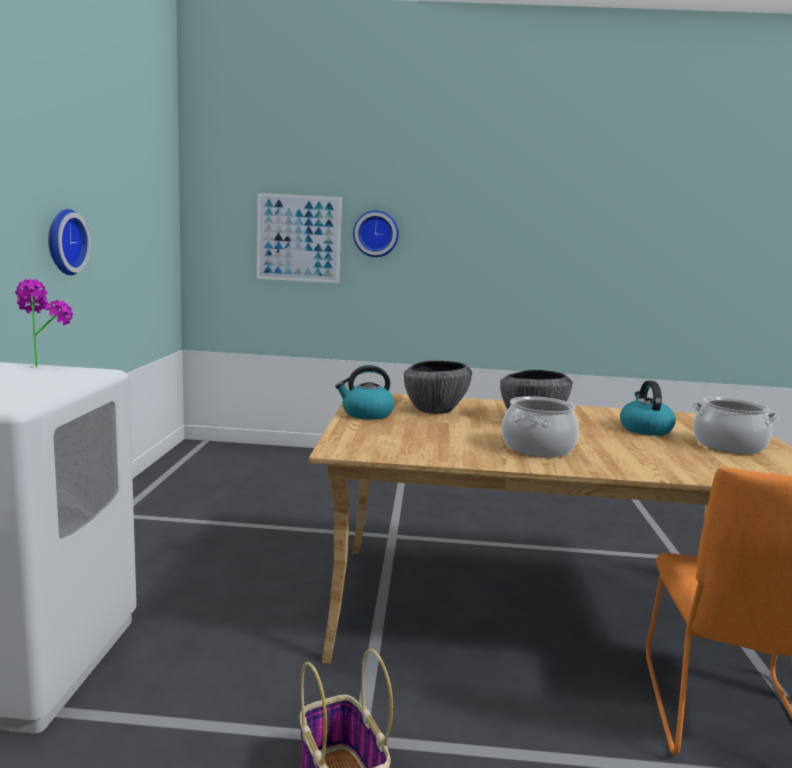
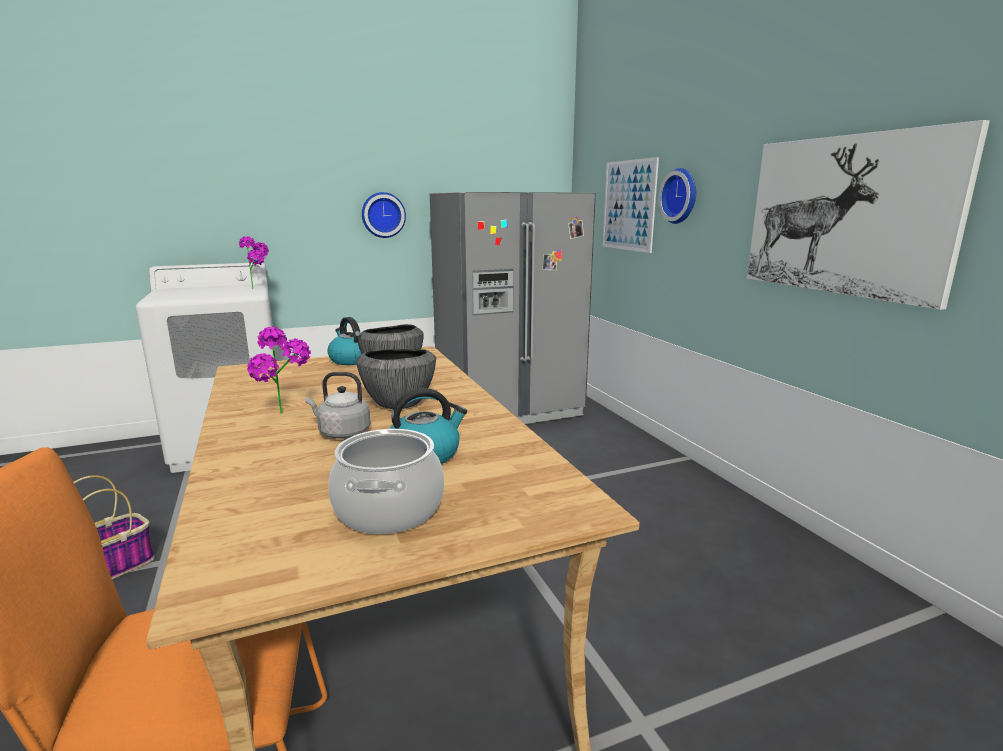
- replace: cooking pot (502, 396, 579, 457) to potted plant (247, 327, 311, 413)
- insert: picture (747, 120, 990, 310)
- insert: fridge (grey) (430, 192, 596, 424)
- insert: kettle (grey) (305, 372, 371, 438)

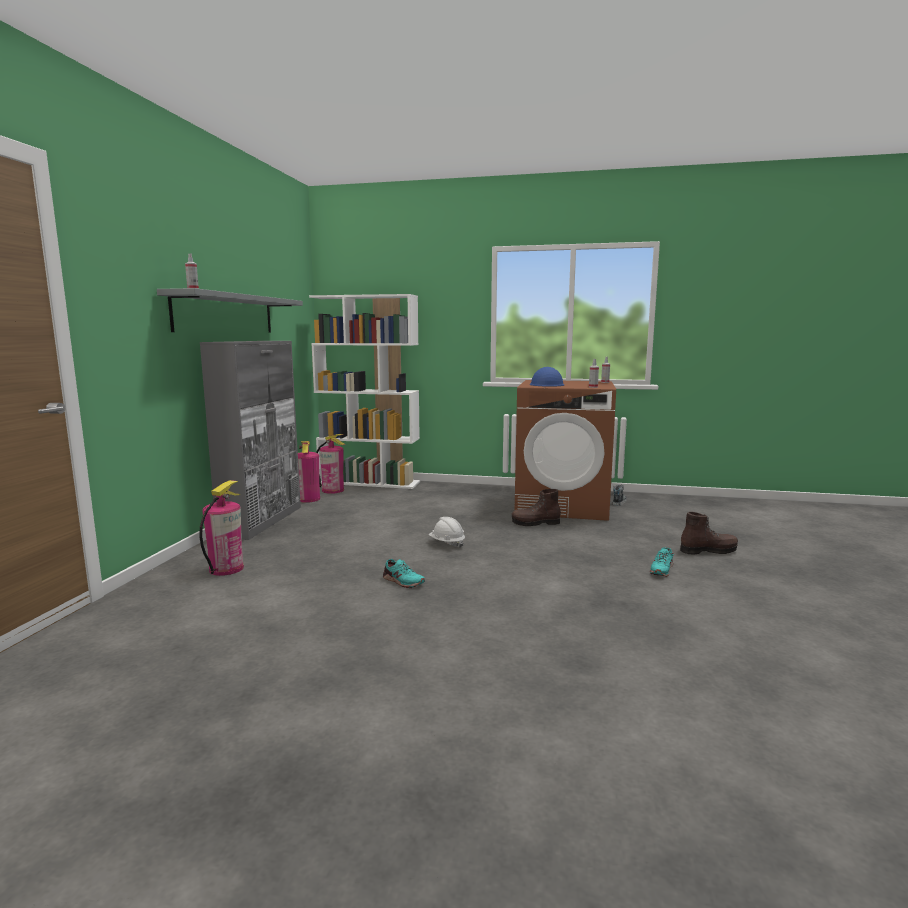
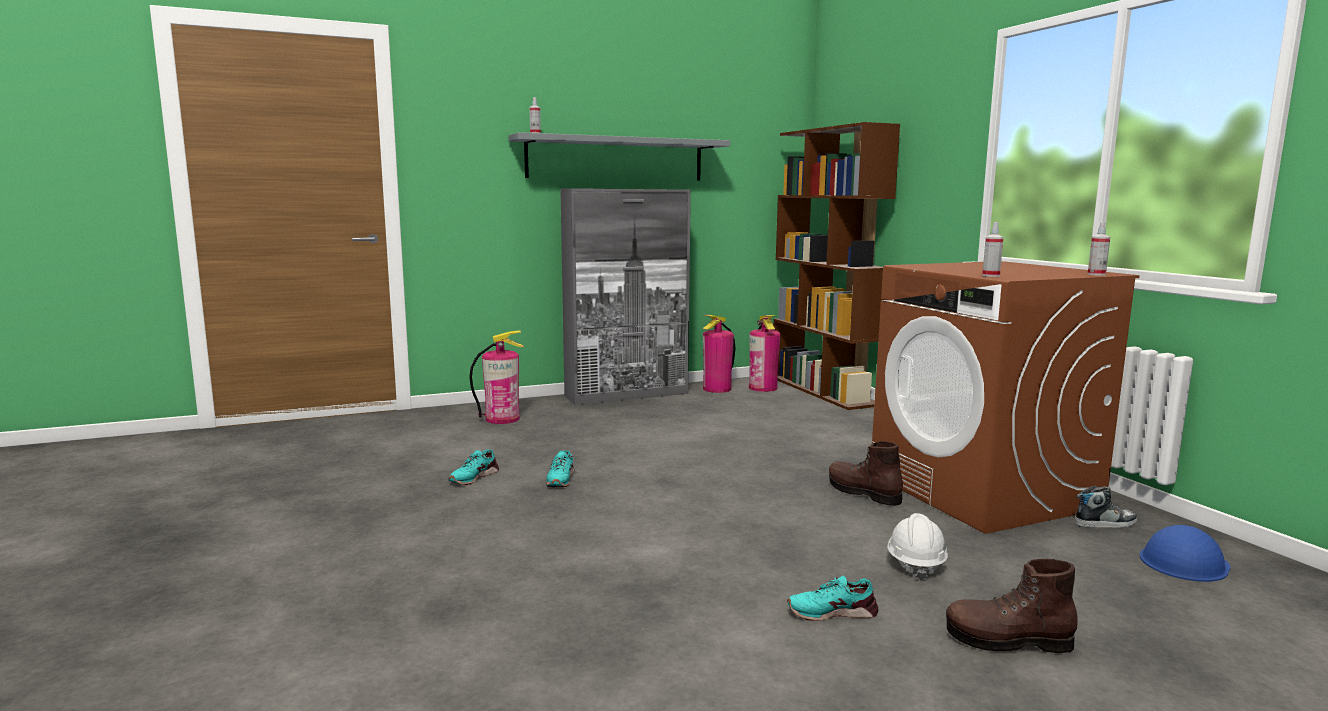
- recolor: bookcase (white) (309, 294, 420, 489) to bookcase (brown) (773, 122, 900, 410)
- move: hard hat (blue) (530, 367, 565, 387) to (1140, 525, 1230, 582)
- rotate: boot (brown) (680, 512, 738, 554) = (946, 559, 1078, 653) 135 degrees clockwise
- move: hard hat (white) (429, 517, 465, 548) to (887, 513, 948, 580)
- insert: shoe (turquoise) (448, 449, 499, 485)

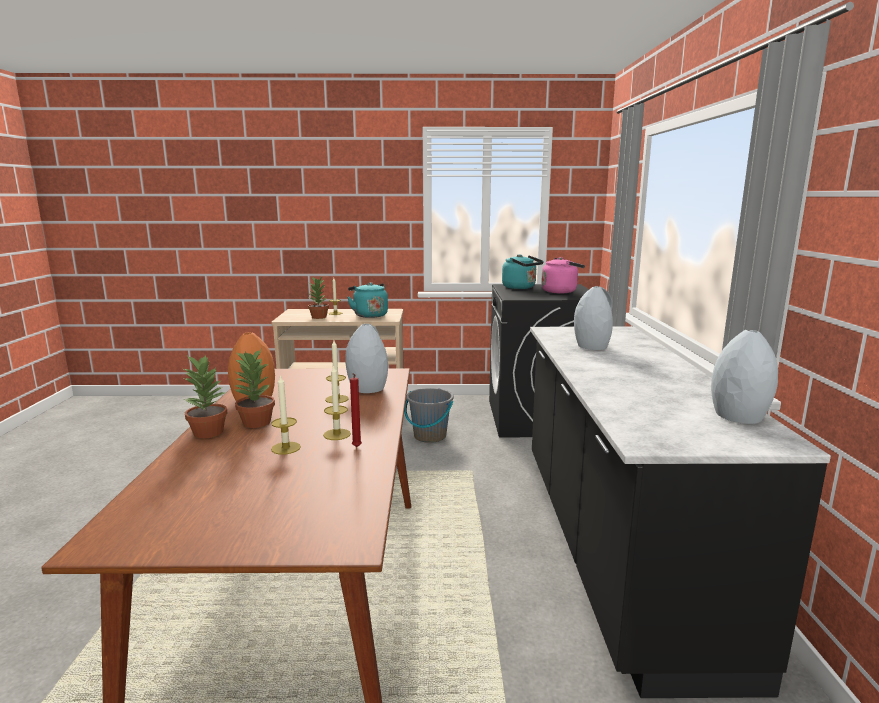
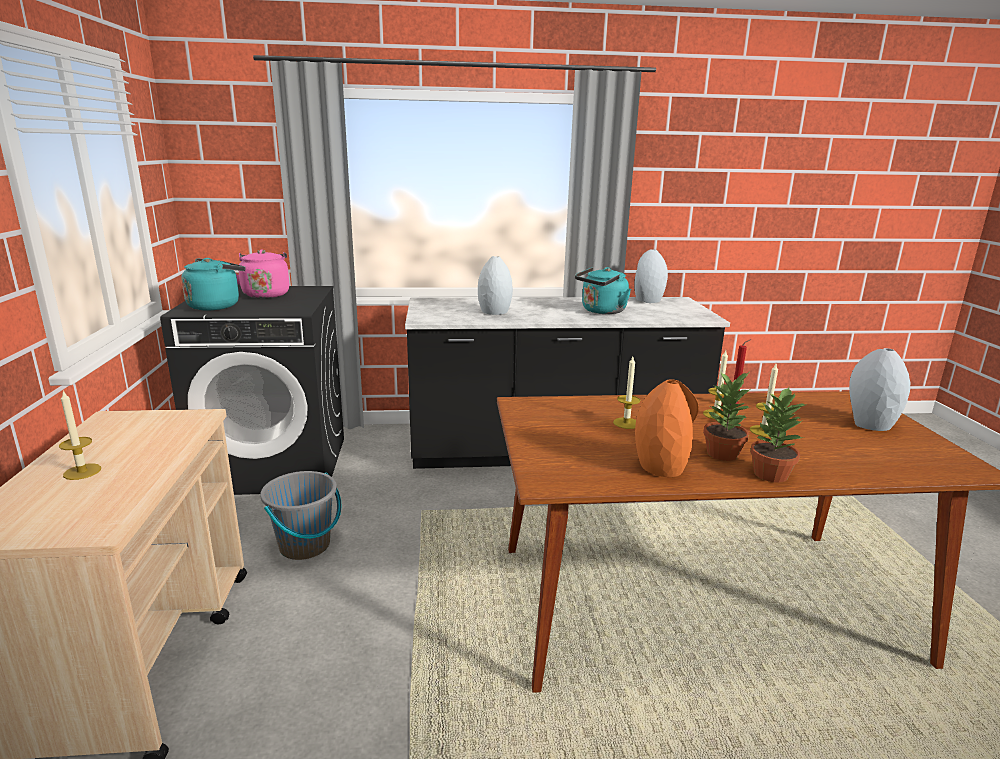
- delete: potted plant (307, 276, 329, 319)
- move: kettle (turquoise) (347, 283, 388, 318) to (575, 267, 631, 314)
- move: vase (grey) (345, 324, 388, 393) to (849, 348, 910, 431)

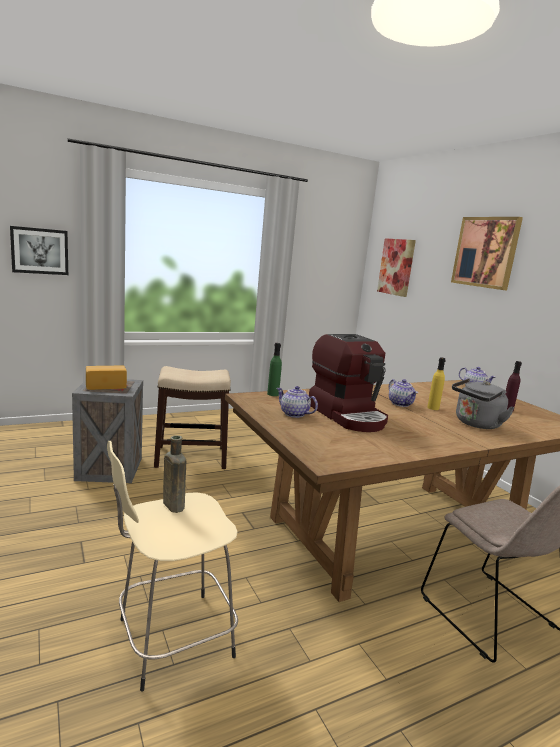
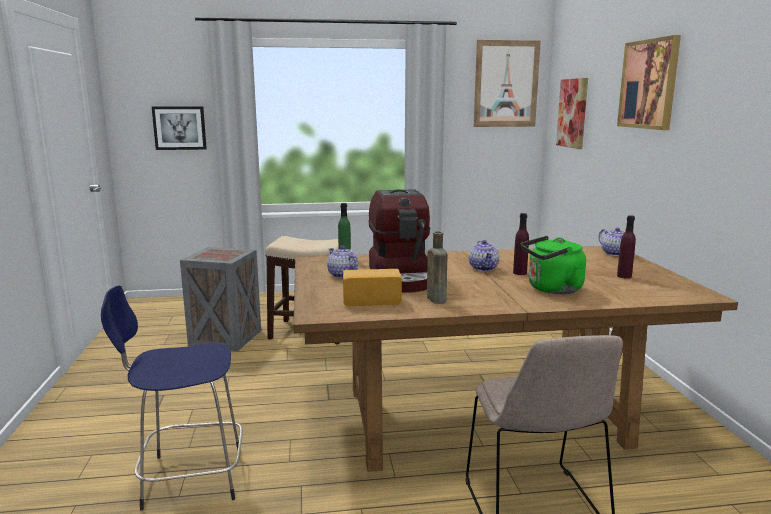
- recolor: bottle (yellow) (427, 358, 446, 410) to bottle (purple) (513, 213, 529, 275)
- move: bread (86, 366, 127, 390) to (343, 269, 402, 306)
- recolor: kettle (grey) (452, 378, 515, 429) to kettle (green) (521, 236, 586, 294)
- move: bottle (brown) (163, 435, 186, 513) to (427, 231, 447, 304)
- recolor: stool (beige) (107, 441, 238, 692) to stool (blue) (101, 285, 243, 511)
- insert: picture (474, 40, 541, 127)

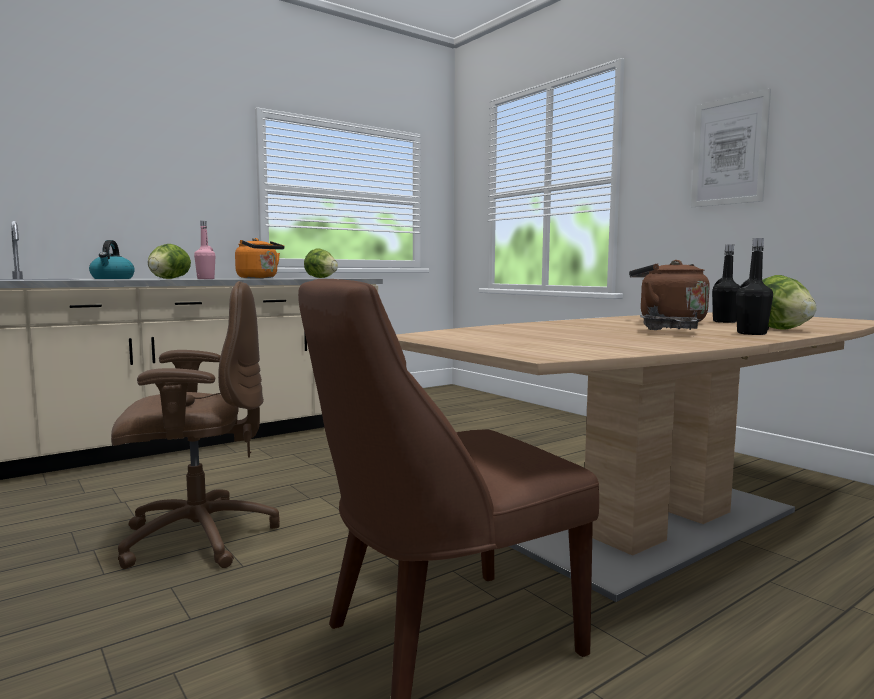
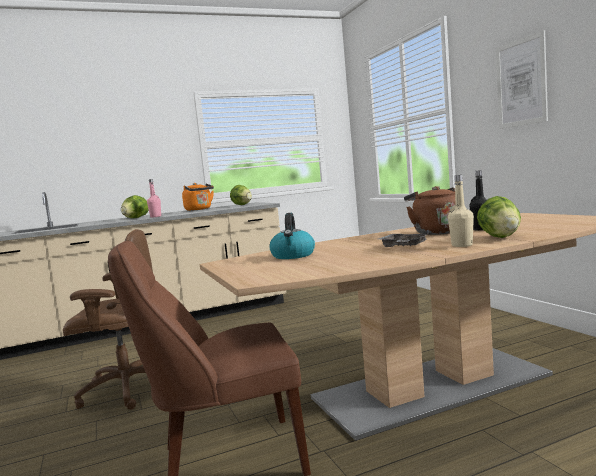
- recolor: bottle (black) (736, 238, 773, 335) to bottle (beige) (448, 175, 474, 247)
- move: kettle (89, 240, 135, 279) to (269, 213, 315, 259)

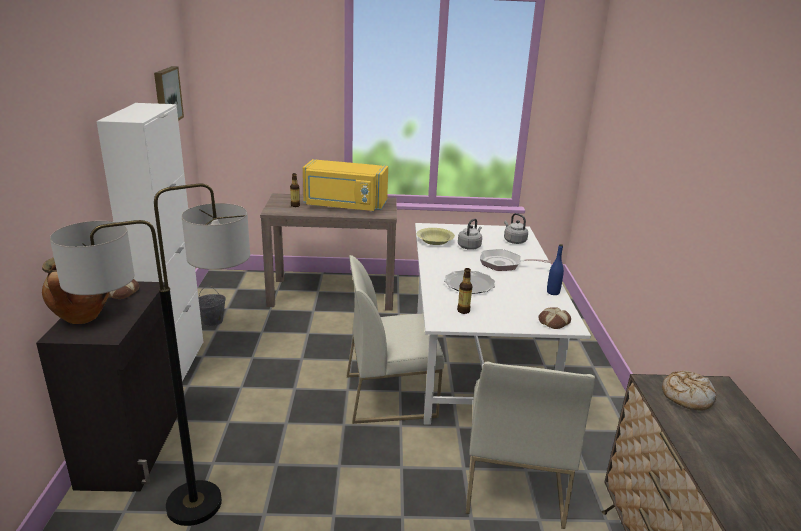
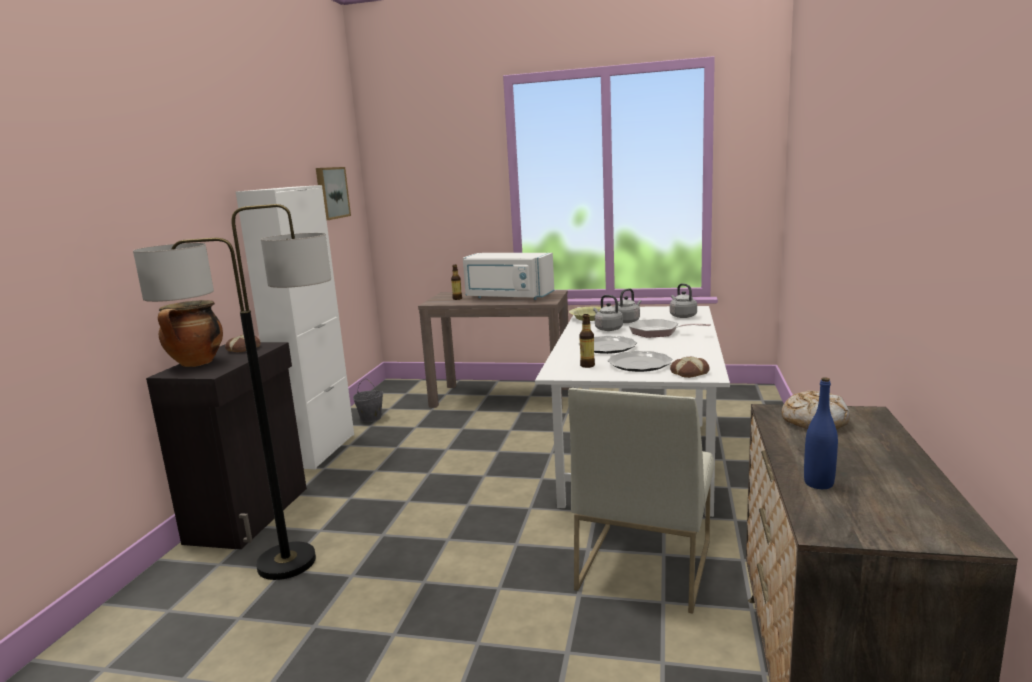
- recolor: microwave (yellow) (303, 159, 388, 211) to microwave (white) (463, 253, 554, 300)
- move: bottle (blue) (547, 244, 564, 295) to (804, 377, 838, 489)
- delete: chair (white) (347, 255, 444, 424)
- insert: kettle (grey) (593, 295, 623, 331)
- insert: plate (607, 351, 672, 372)

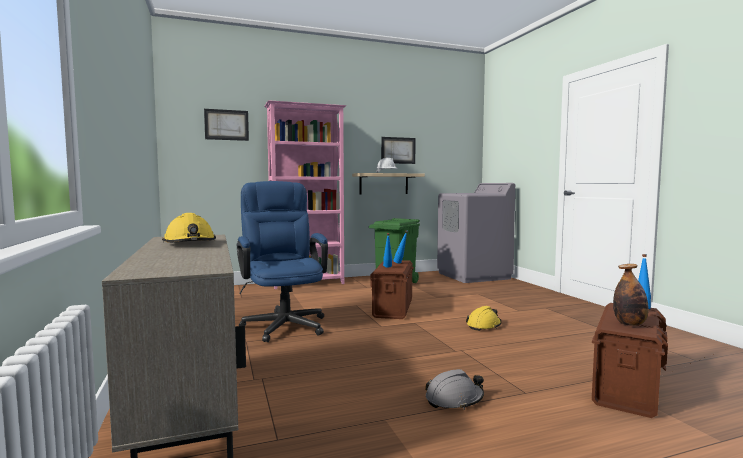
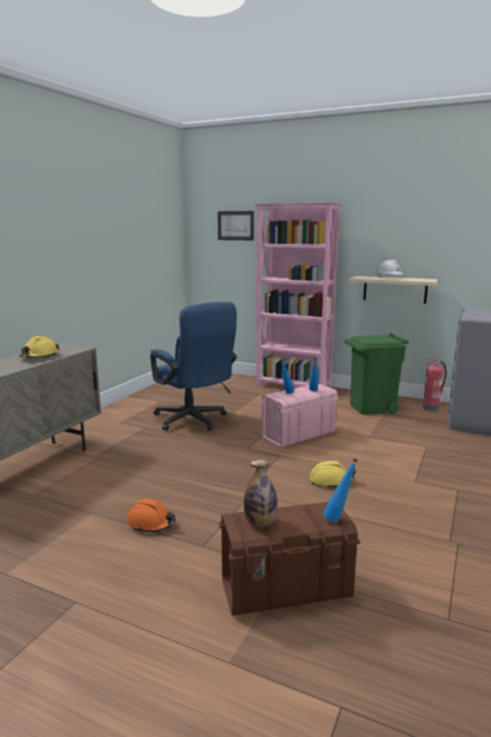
- delete: picture (381, 137, 415, 164)
- rotate: office chair (blue) (237, 181, 328, 342) = (150, 302, 237, 431) 120 degrees clockwise
- recolor: storage box (brown) (370, 260, 414, 319) to storage box (pink) (260, 384, 339, 448)
- recolor: hard hat (grey) (425, 369, 484, 410) to hard hat (orange) (127, 499, 175, 532)
- insert: fire extinguisher (423, 359, 446, 411)

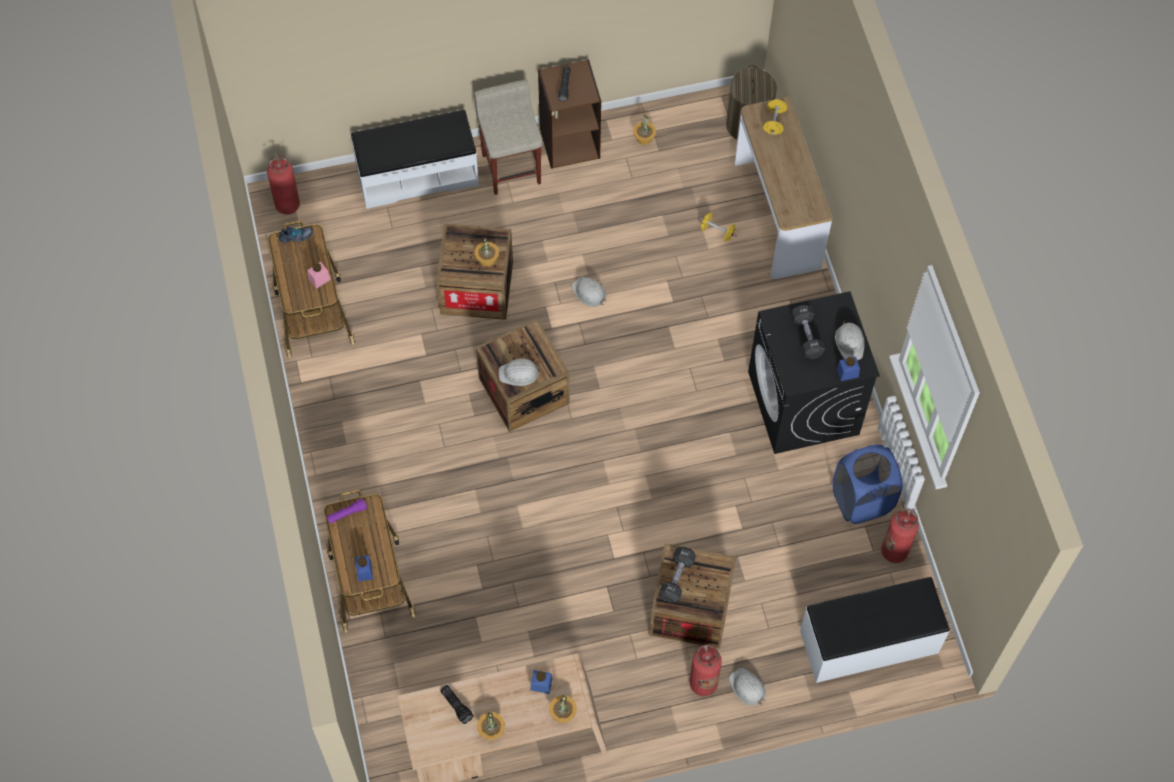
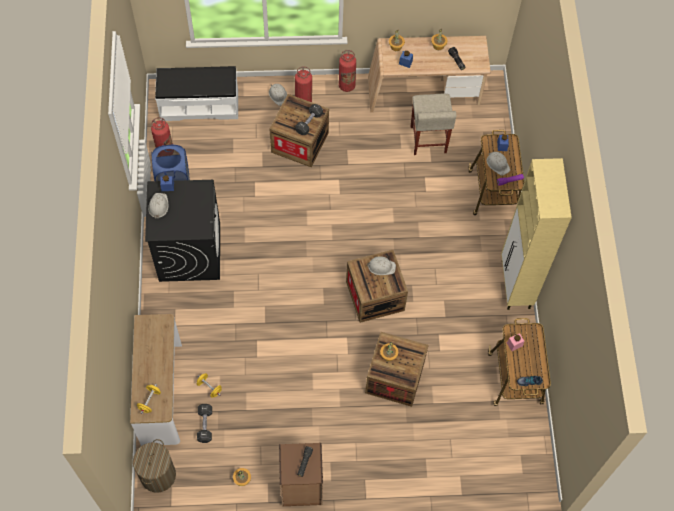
- move: stool (beige) (474, 80, 542, 195) to (411, 94, 456, 155)
- delete: bench (white) (350, 110, 479, 209)
- move: fire extinguisher (267, 155, 300, 214) to (339, 50, 356, 92)
- move: hard hat (white) (571, 277, 606, 307) to (487, 152, 510, 176)
- move: dumbbell (black) (792, 305, 825, 359) to (197, 404, 212, 443)
- insert: cabinet (beige) (501, 158, 572, 310)

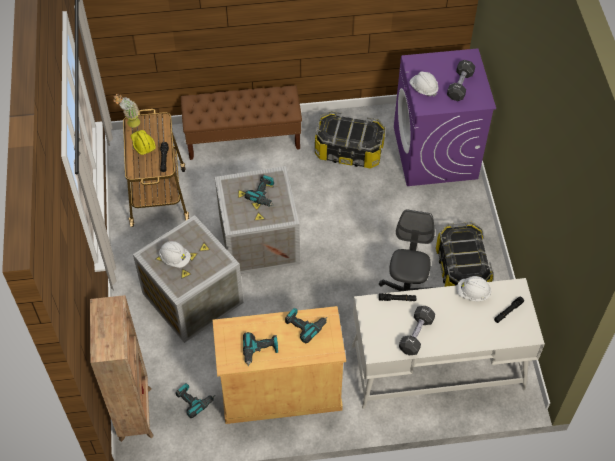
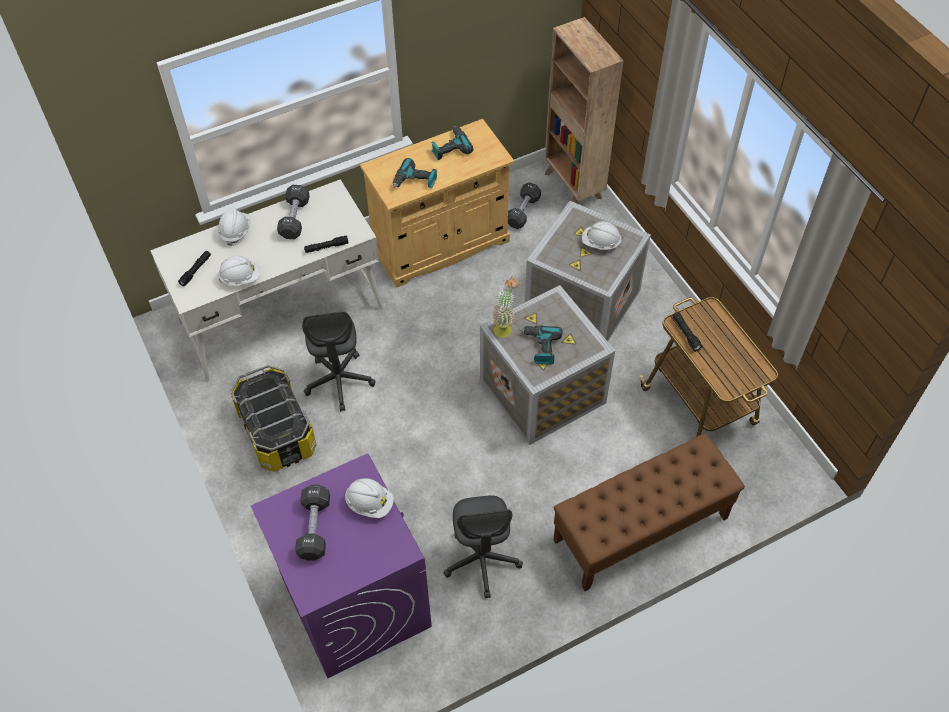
- move: potted plant (113, 94, 140, 128) to (492, 277, 519, 338)
- replace: storage box (315, 111, 385, 168) to office chair (grey) (444, 495, 523, 598)
- delete: hard hat (yellow) (131, 130, 156, 155)
- replace: power drill (176, 383, 215, 418) to dumbbell (black) (508, 182, 541, 229)
- insert: hard hat (white) (218, 208, 251, 246)

